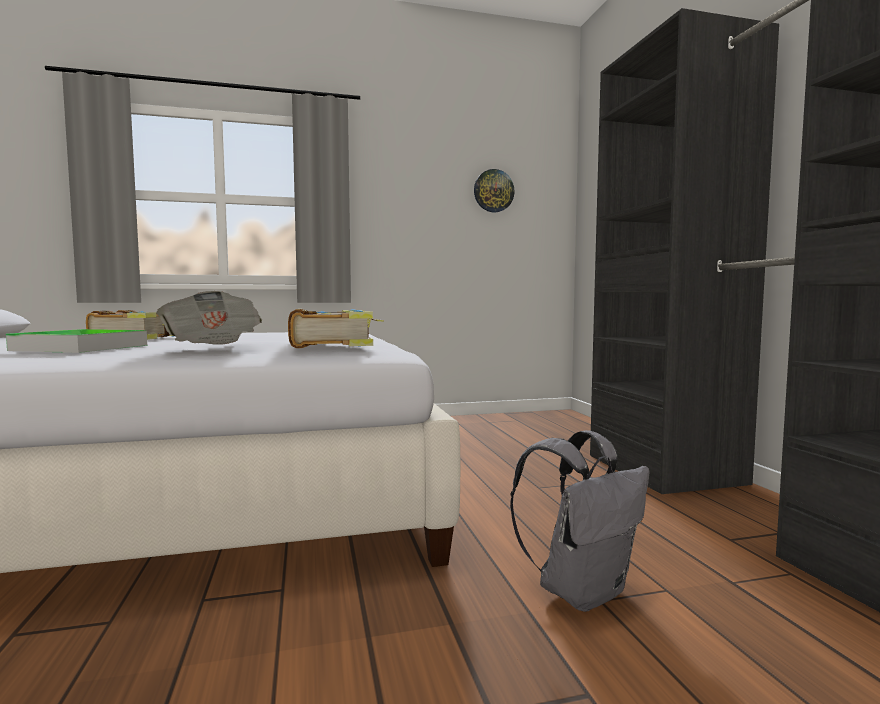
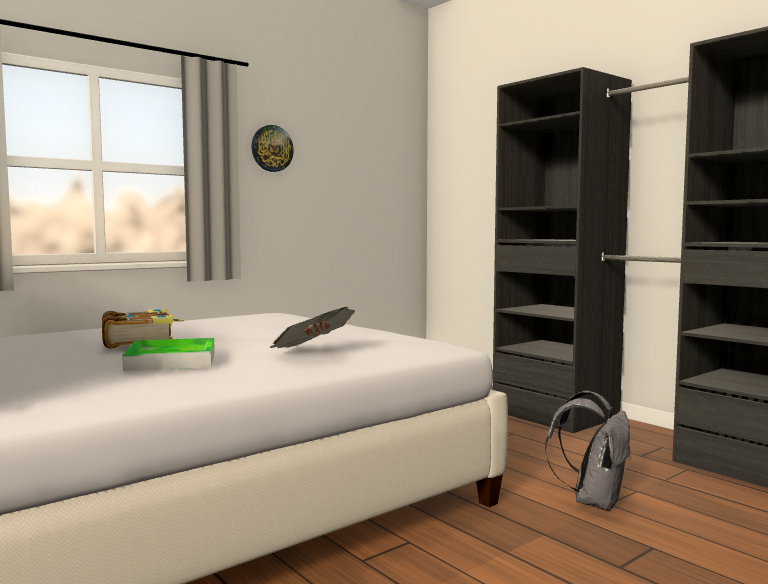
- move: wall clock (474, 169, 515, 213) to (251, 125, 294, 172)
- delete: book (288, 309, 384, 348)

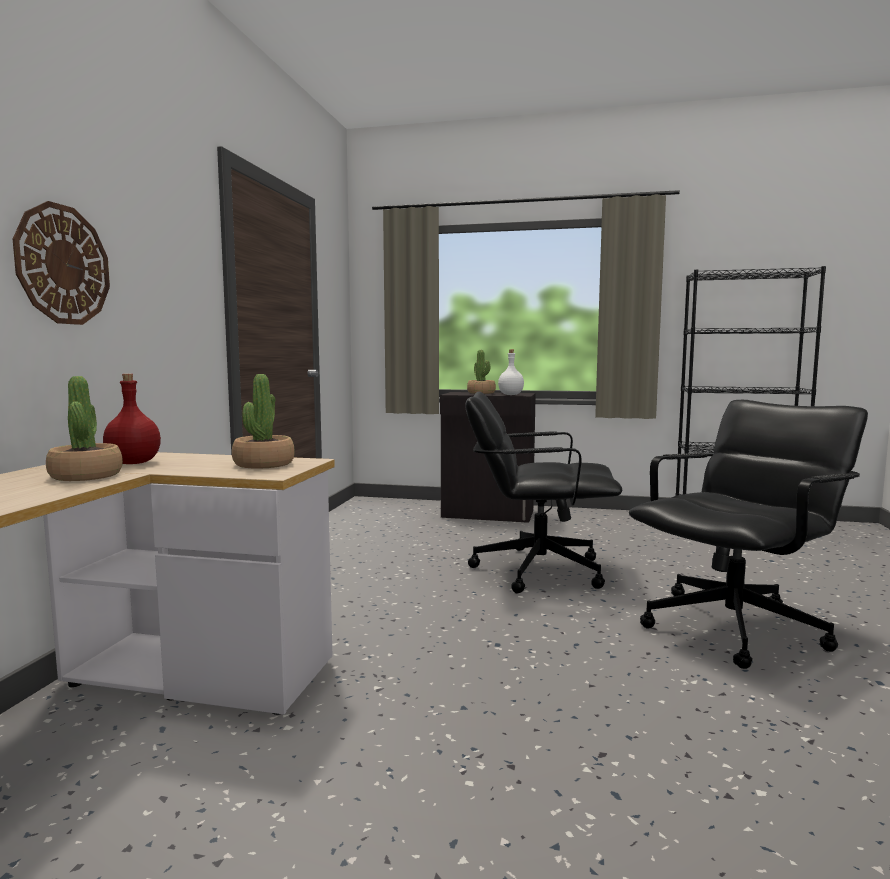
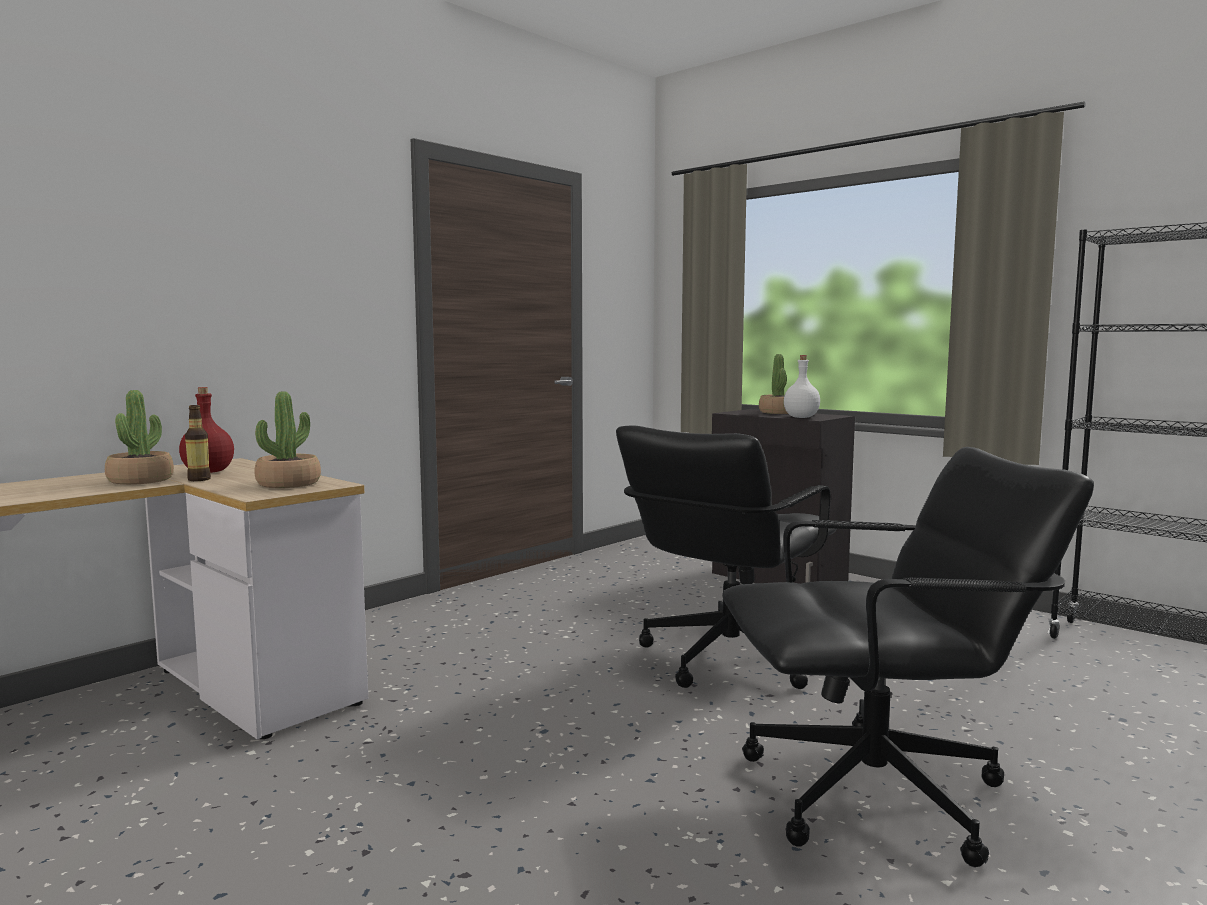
- delete: wall clock (13, 201, 110, 325)
- rotate: office chair (black) (465, 392, 622, 593) = (616, 425, 836, 689) 90 degrees counterclockwise
- insert: bottle (185, 405, 211, 481)

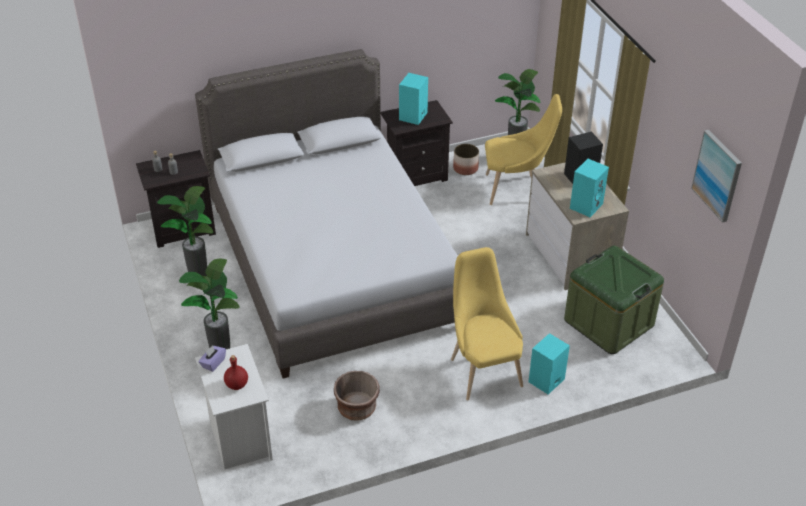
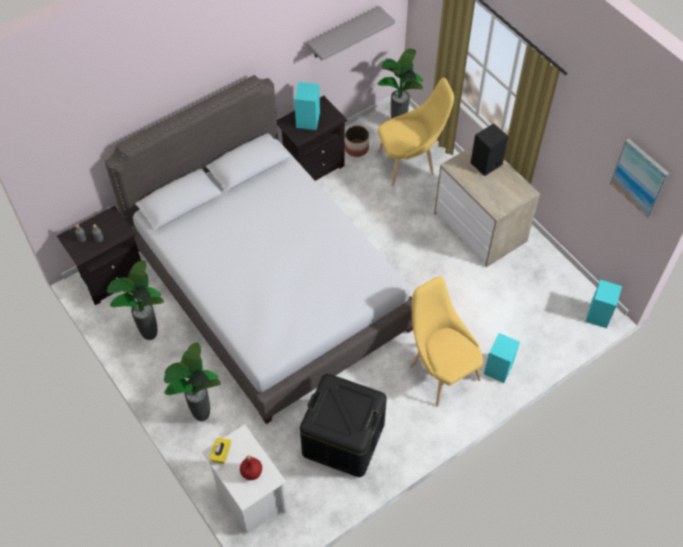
- move: speaker (turquoise) (570, 159, 609, 217) to (586, 280, 622, 328)
- delete: storage box (green) (564, 246, 664, 354)
- recolor: tissue box (purple) (199, 345, 226, 372) to tissue box (yellow) (210, 438, 231, 464)
- replace: planter (brown) (334, 371, 380, 421) to storage box (black) (300, 374, 387, 477)
- insert: shelf (grey) (307, 6, 395, 61)

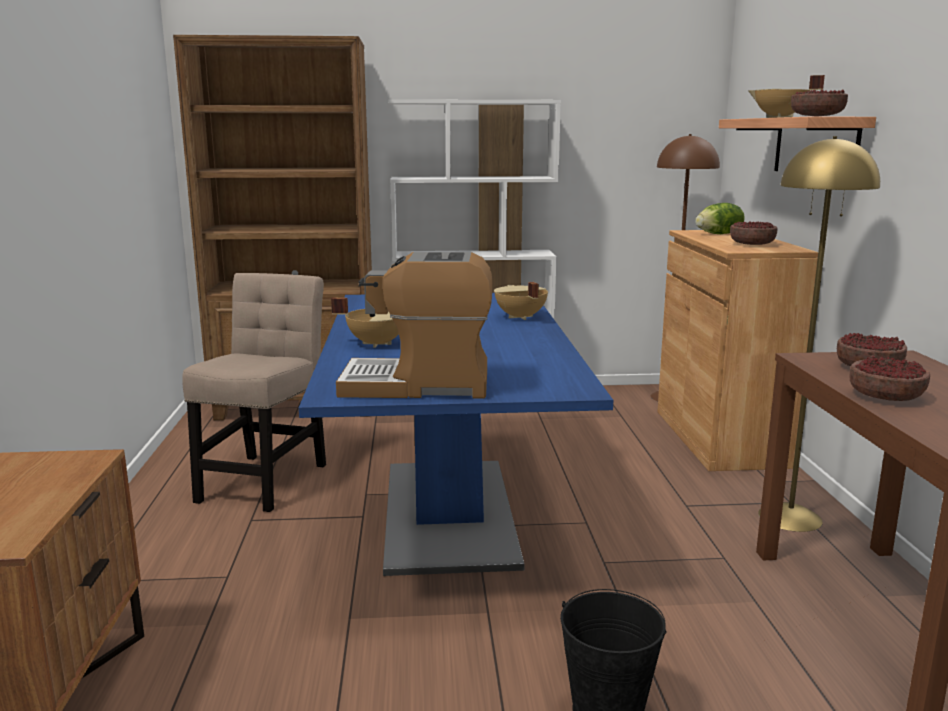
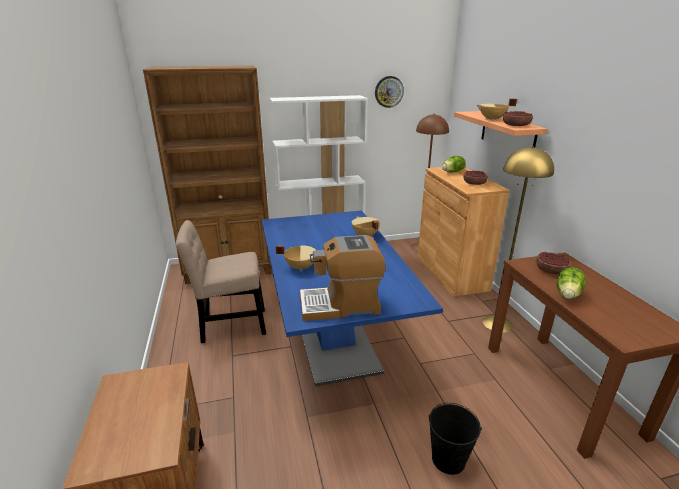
- rotate: chair (beige) (182, 273, 326, 512) = (176, 220, 266, 343) 105 degrees counterclockwise
- replace: bowl (850, 355, 930, 401) to lettuce (557, 267, 586, 299)
- insert: wall clock (375, 76, 404, 108)

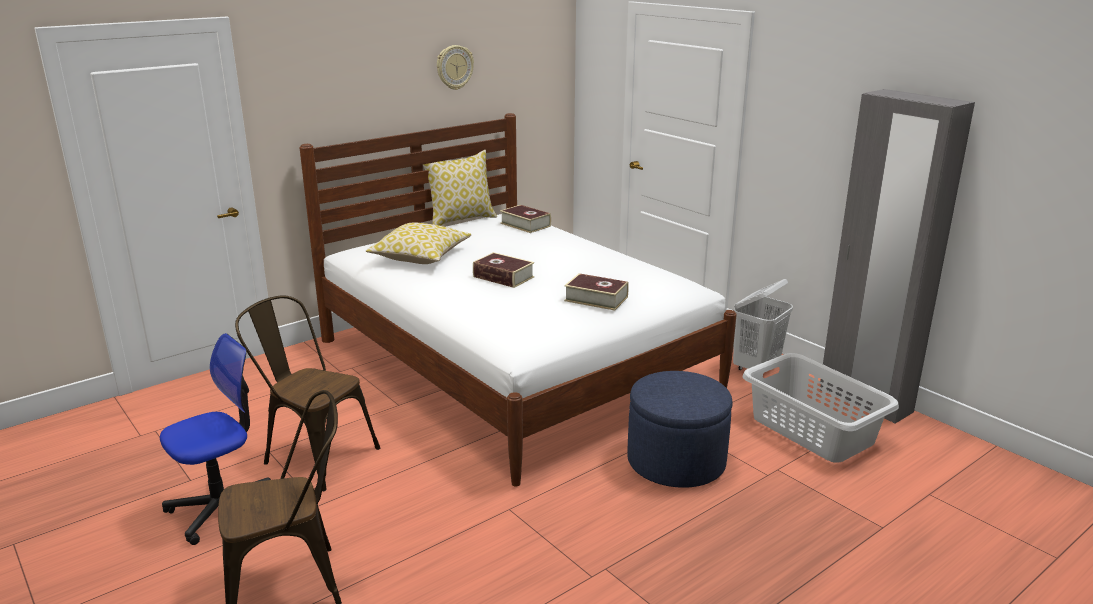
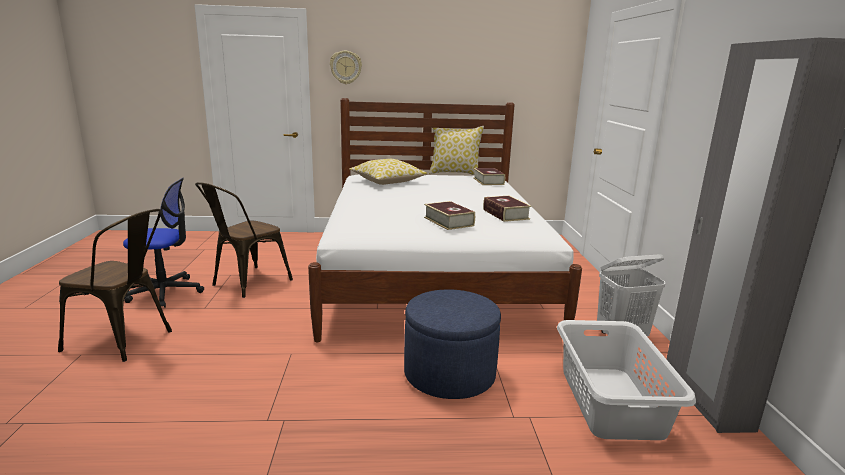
- move: wall clock (437, 45, 474, 90) to (330, 51, 362, 84)
- move: book (473, 252, 534, 288) to (483, 196, 531, 222)
- rotate: chair (brown) (235, 295, 380, 491) = (195, 182, 293, 298) 120 degrees counterclockwise

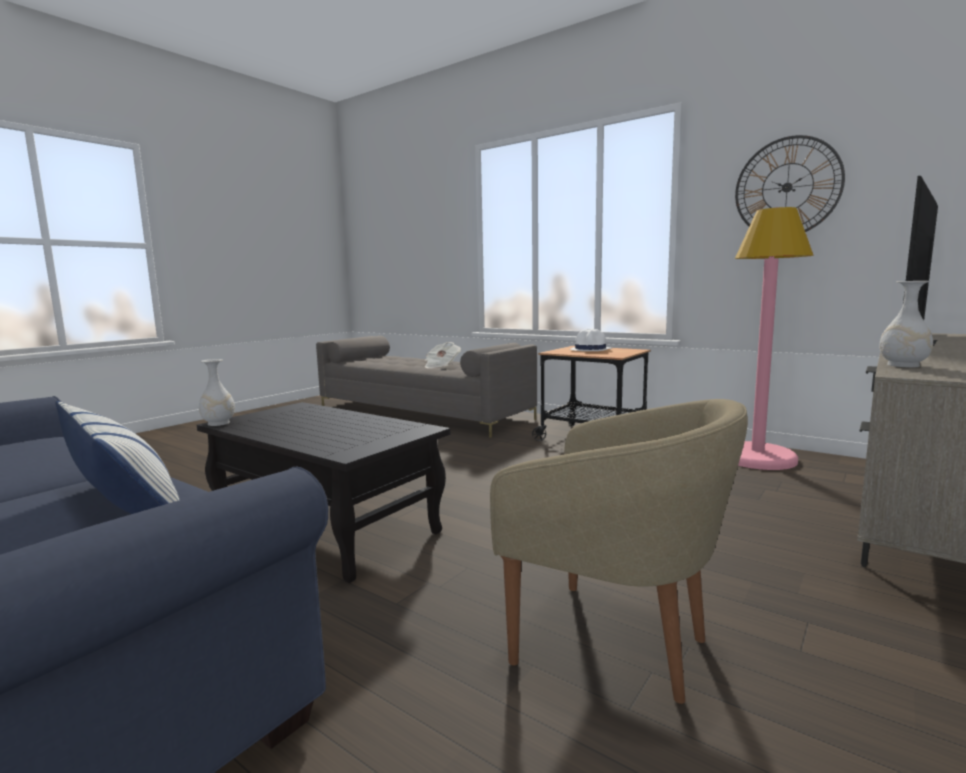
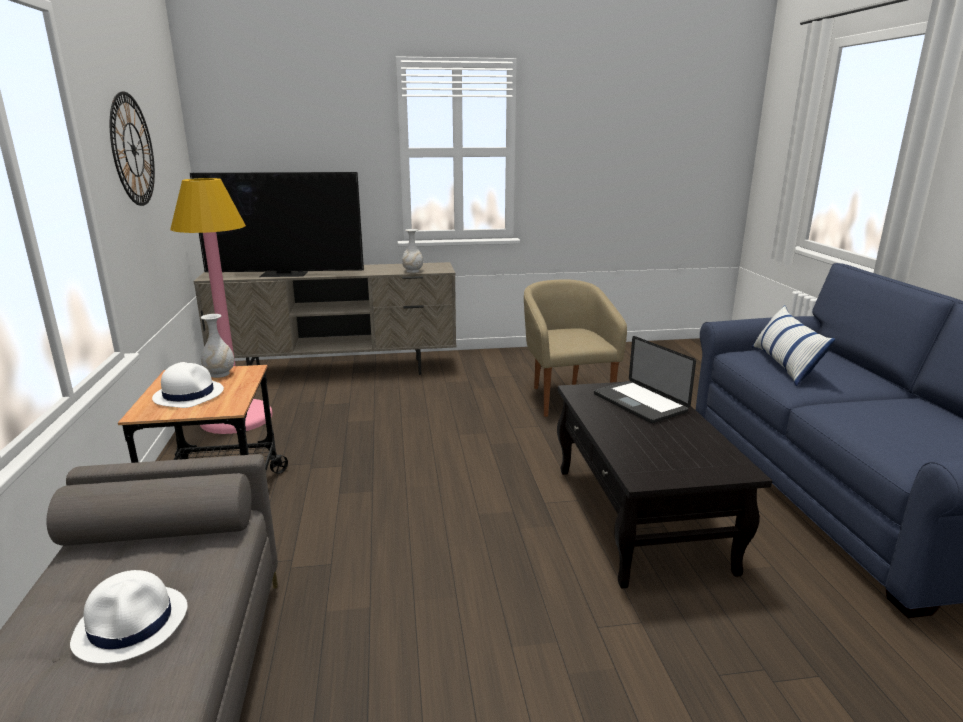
- replace: newspaper (425, 342, 461, 368) to hat (white) (70, 570, 188, 664)
- move: vase (white) (199, 359, 235, 426) to (201, 314, 234, 378)
- insert: laptop (594, 336, 696, 423)

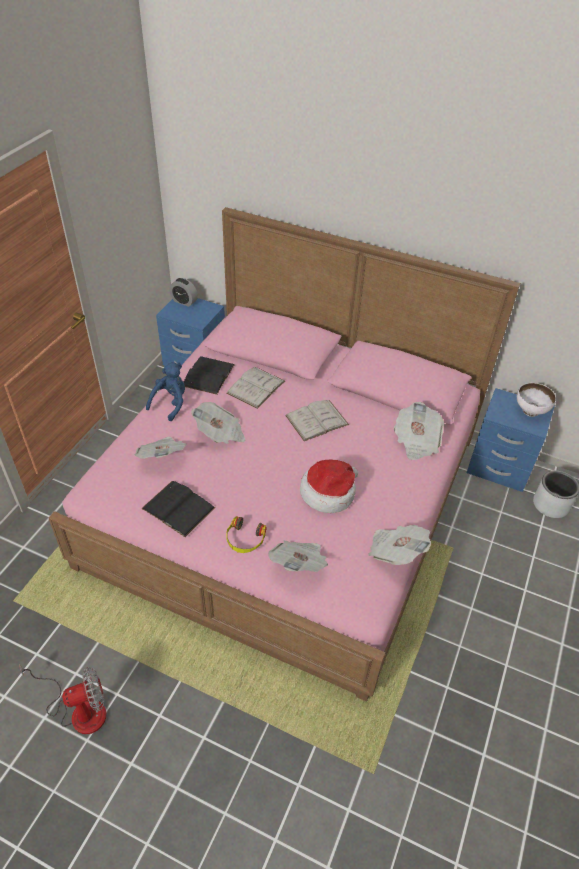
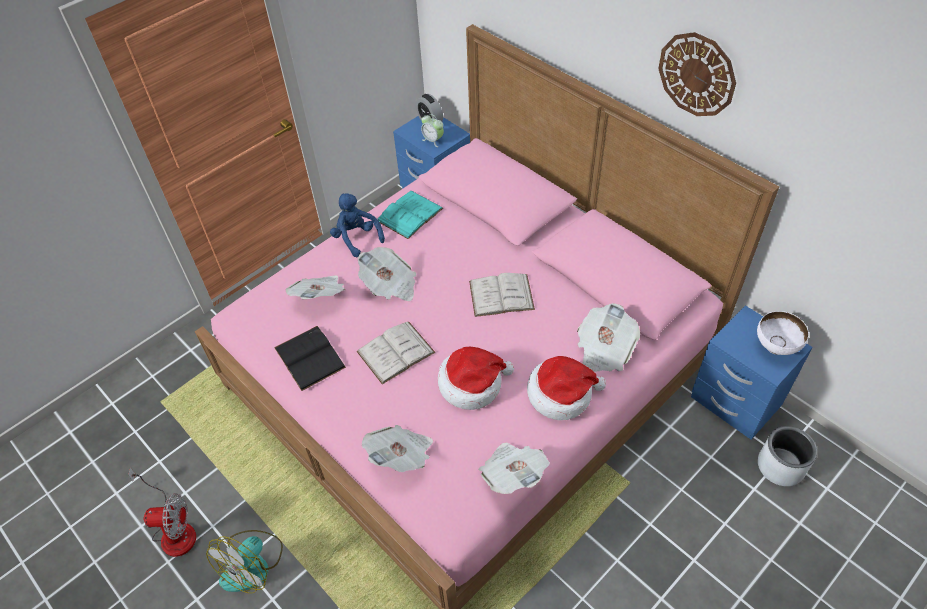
- recolor: book (black) (184, 356, 235, 395) to book (turquoise) (378, 191, 443, 239)
- rotate: plush toy (blue) (146, 362, 185, 421) = (330, 193, 385, 257) 90 degrees counterclockwise
- move: book (white) (226, 367, 285, 409) to (357, 322, 435, 384)
- delete: headphones (227, 516, 267, 553)
- insert: wall clock (658, 32, 736, 116)
- insert: alarm clock (421, 114, 444, 147)
- insert: hat (527, 356, 606, 420)
- insert: fan (206, 530, 283, 593)

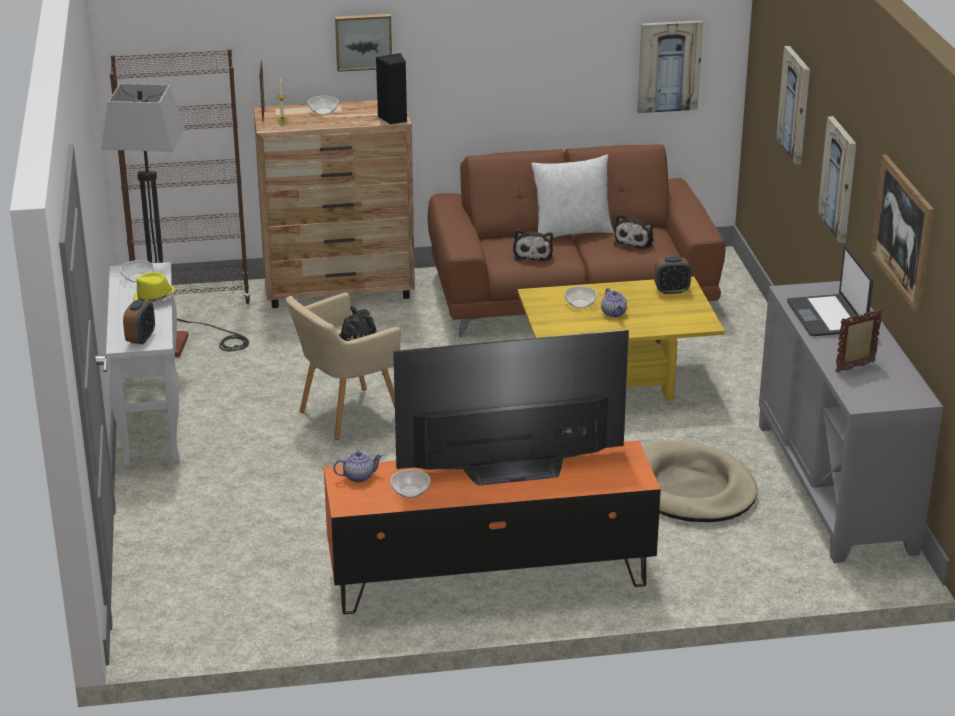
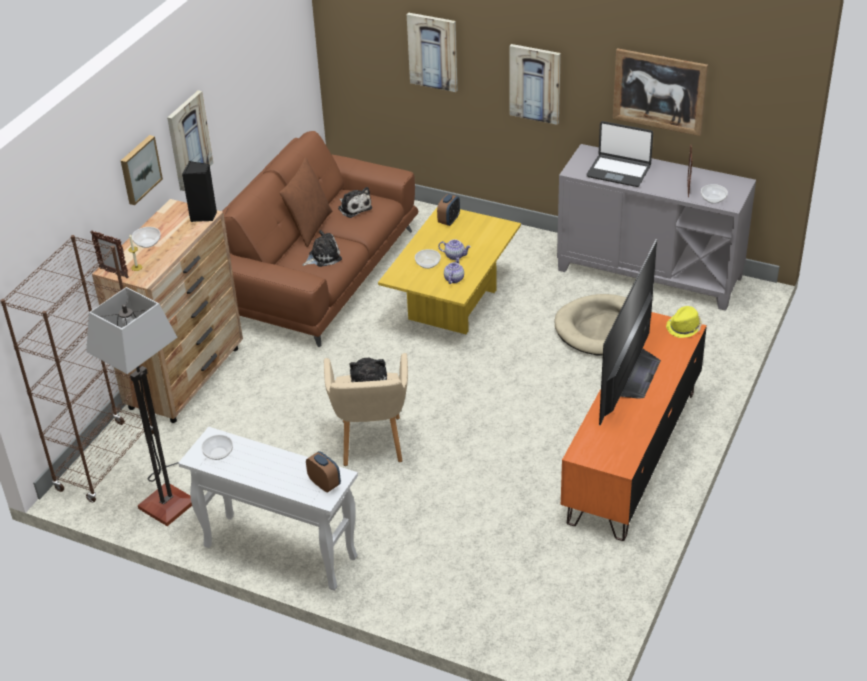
- move: picture (637, 20, 703, 113) to (167, 90, 213, 191)
- recolor: pillow (white) (531, 155, 614, 238) to pillow (brown) (280, 157, 332, 247)
- rotate: plush toy (513, 229, 553, 261) = (302, 230, 342, 267) 60 degrees counterclockwise
- move: hat (yellow) (133, 272, 175, 303) to (666, 306, 702, 338)
- move: teapot (333, 451, 383, 483) to (444, 258, 464, 284)
- move: bowl (390, 469, 430, 498) to (701, 184, 728, 204)

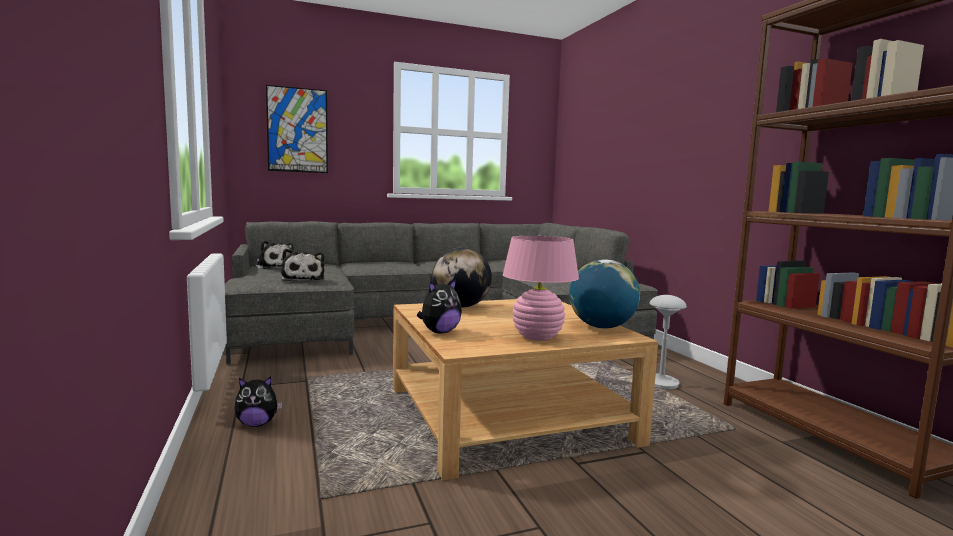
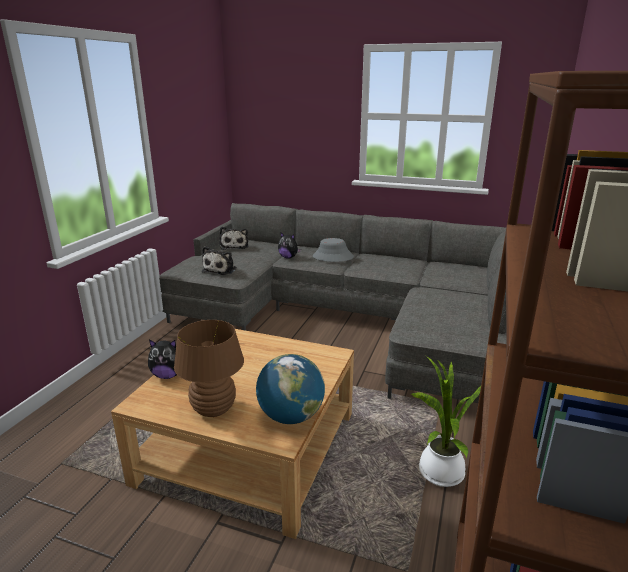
- delete: picture (266, 85, 328, 173)
- recolor: table lamp (pink) (503, 236, 579, 341) to table lamp (brown) (174, 320, 244, 417)
- delete: globe (432, 247, 492, 308)
- replace: table lamp (grey) (650, 295, 687, 390) to potted plant (411, 356, 481, 487)
- move: plush toy (235, 377, 283, 427) to (278, 233, 301, 258)
- insert: hat (grey) (313, 238, 354, 262)

